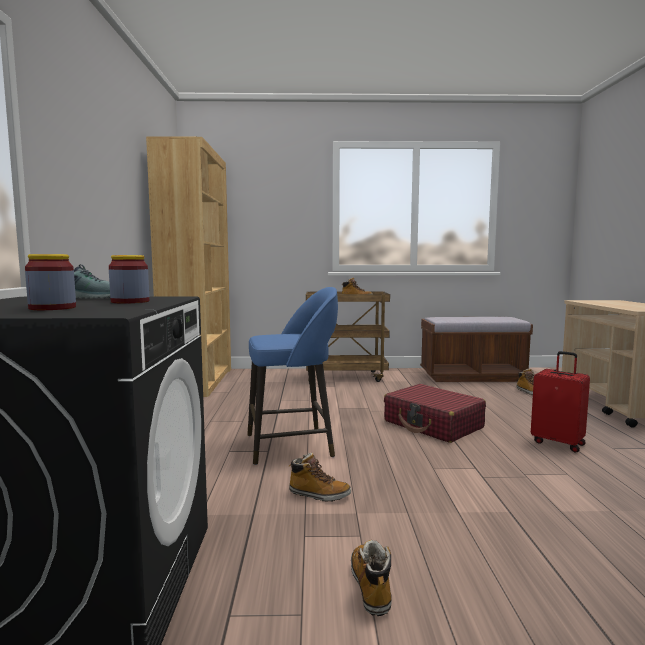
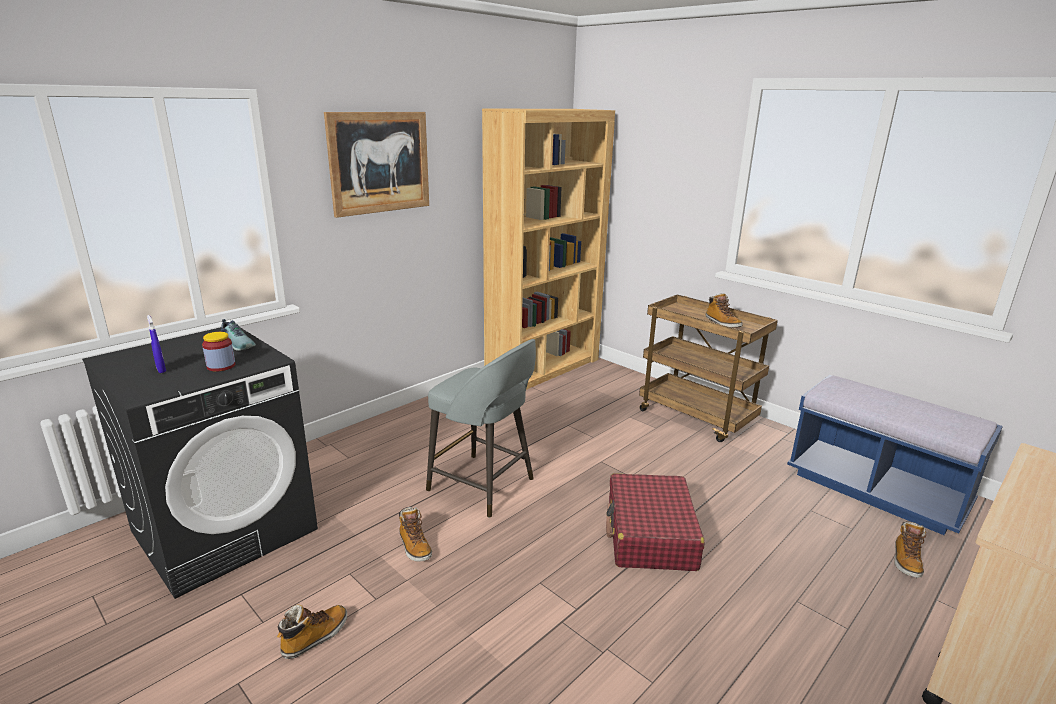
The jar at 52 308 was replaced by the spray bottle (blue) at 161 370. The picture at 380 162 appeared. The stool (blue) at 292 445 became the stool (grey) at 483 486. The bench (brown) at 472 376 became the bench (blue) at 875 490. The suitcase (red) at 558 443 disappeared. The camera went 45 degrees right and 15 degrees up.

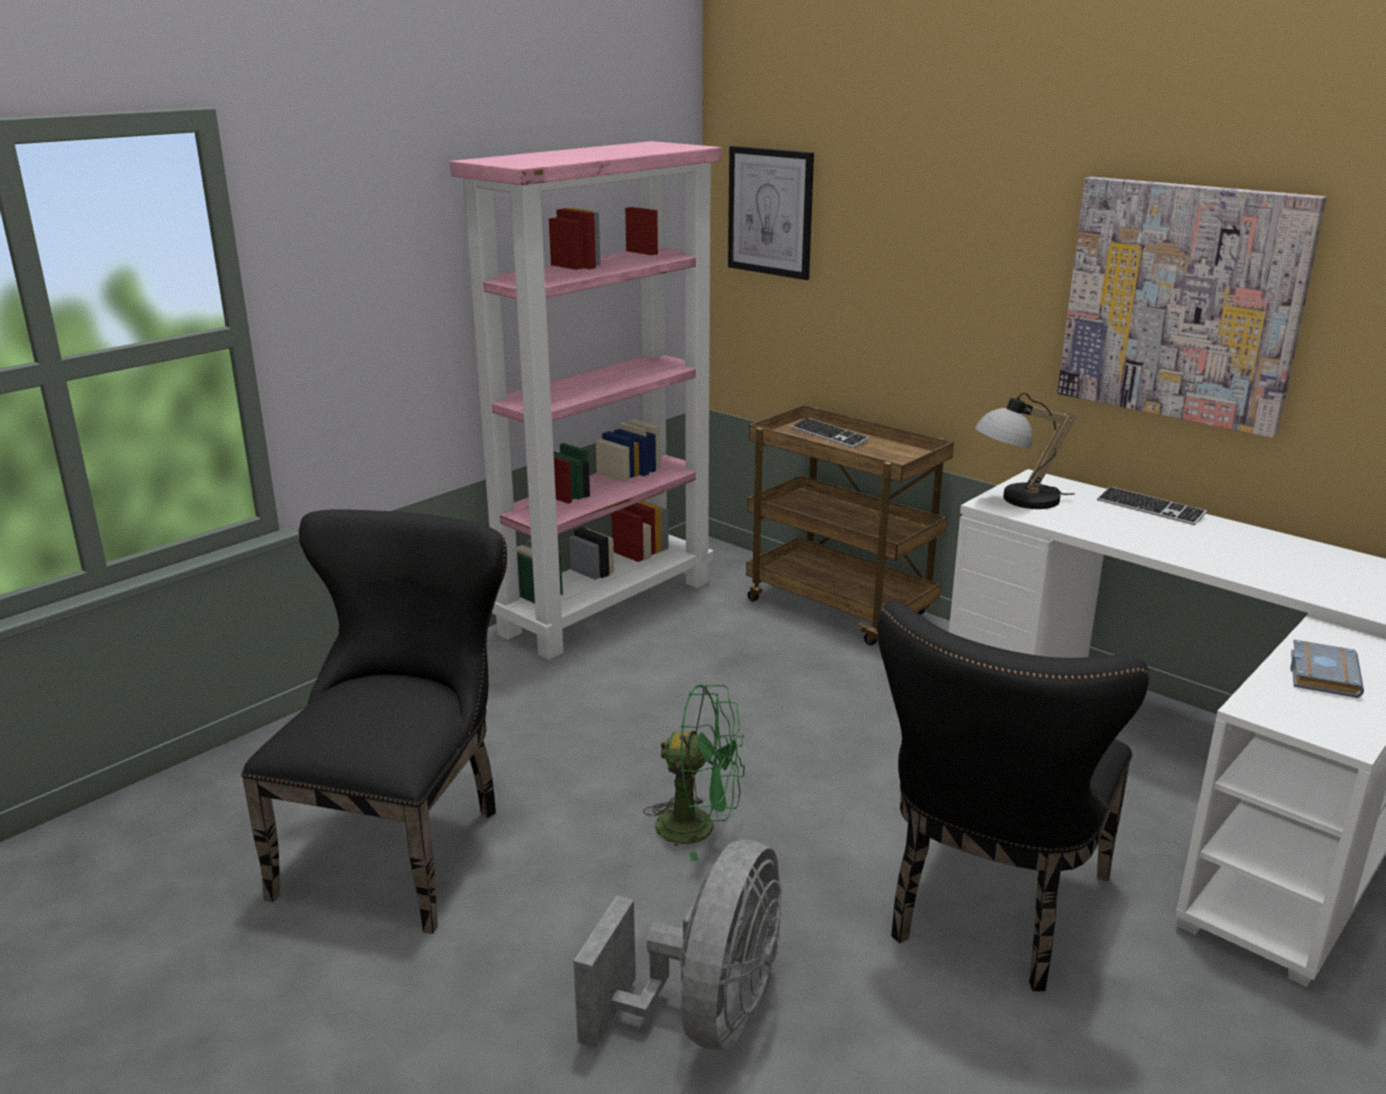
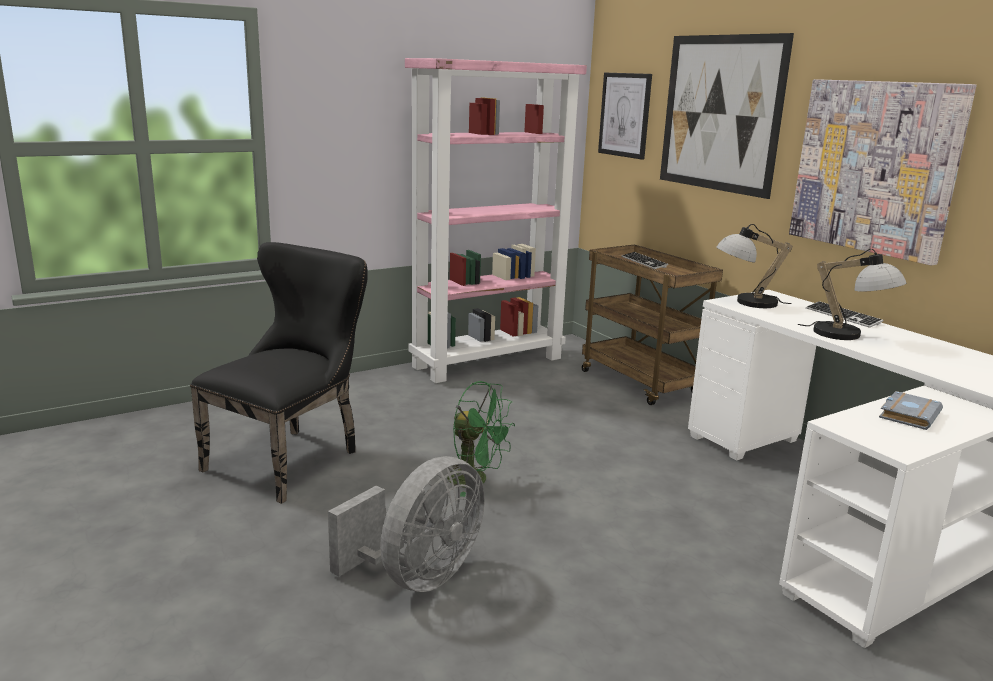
The picture at 720 113 appeared. The table lamp at 849 336 appeared. The chair (black) at 990 913 disappeared. The camera went 15 degrees right and 5 degrees down.

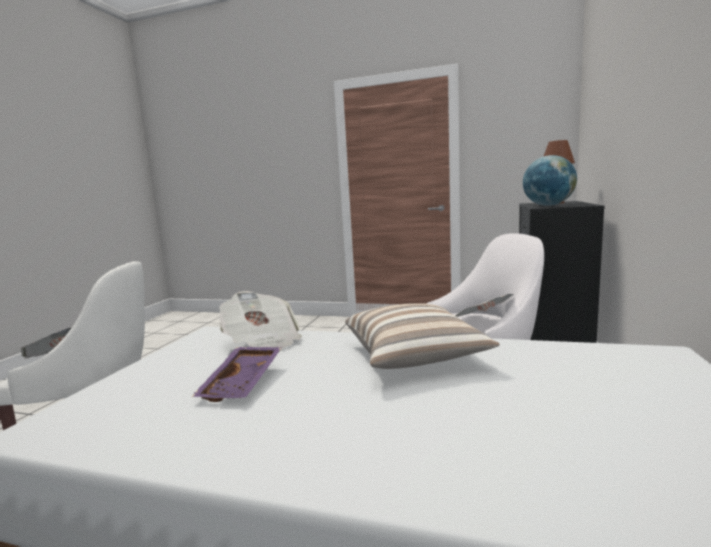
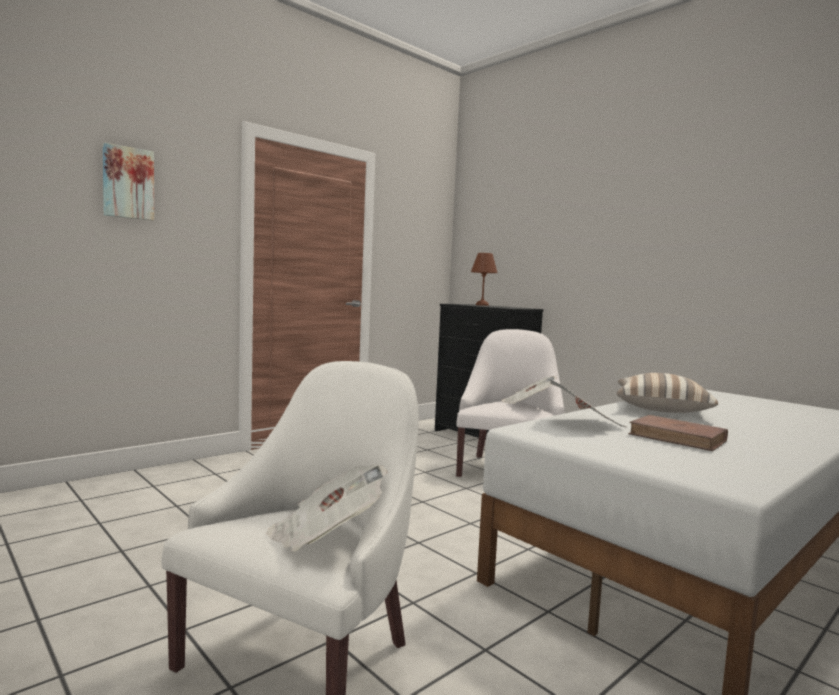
The picture at 128 183 appeared. The tray (purple) at 243 383 was replaced by the book (brown) at 677 438. The globe at 548 205 disappeared. The camera went 60 degrees left and 5 degrees down.

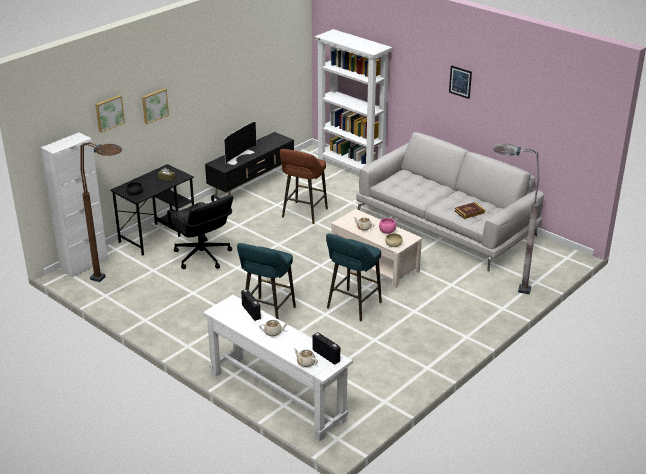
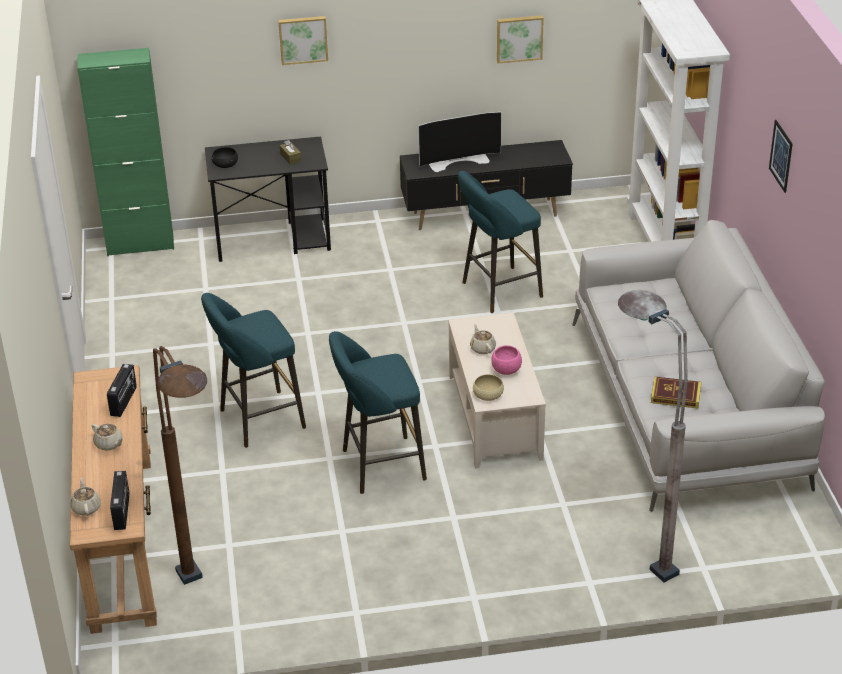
The console table (white) at 277 396 became the console table (brown) at 122 542. The cabinet (white) at 84 265 became the cabinet (green) at 140 244. The floor lamp (brown) moved from 117 283 to 206 603. The stool (brown) at 303 214 became the stool (turquoise) at 497 291. The picture moved from 109 113 to 519 38. The office chair (black) at 202 256 disappeared. The camera went 40 degrees right and 5 degrees up.

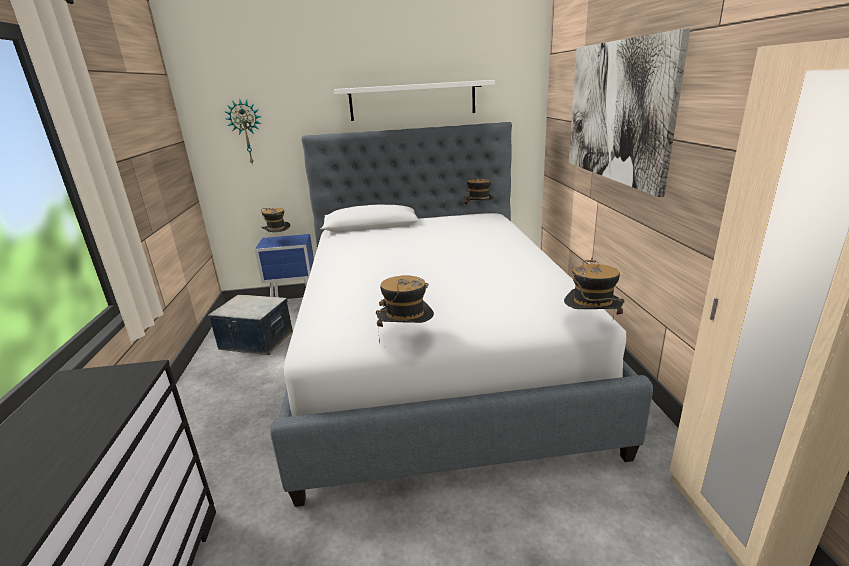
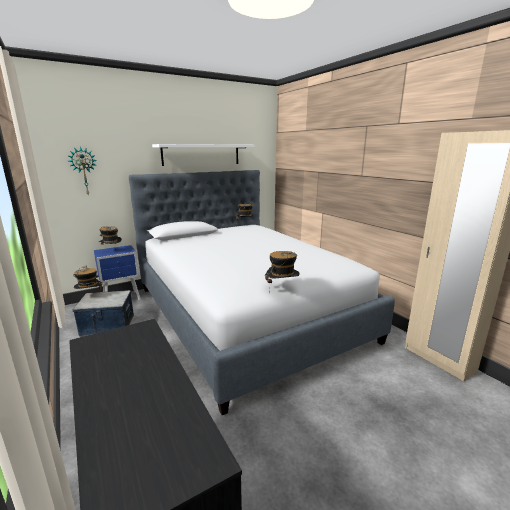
The hat moved from 590 326 to 90 296. The picture at 617 111 disappeared. The camera went 25 degrees left and 5 degrees down.

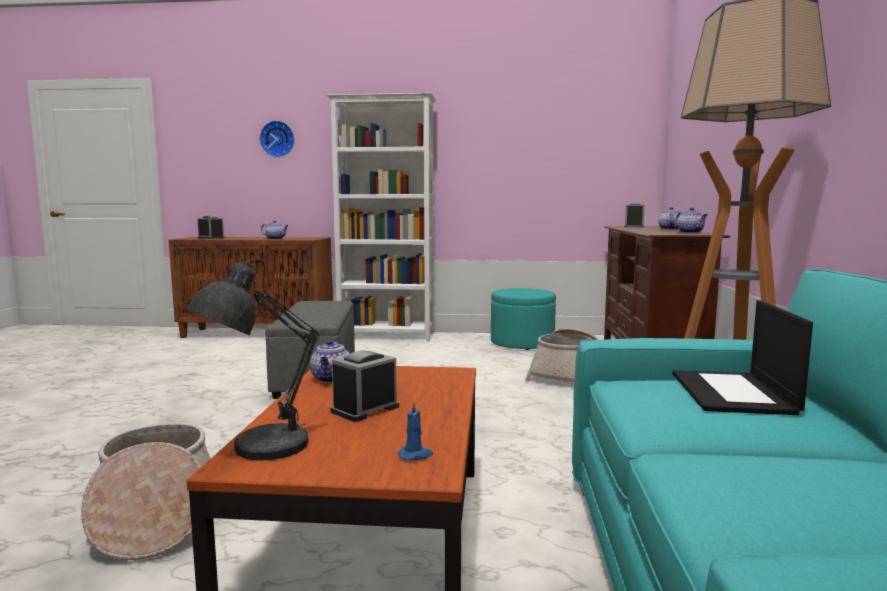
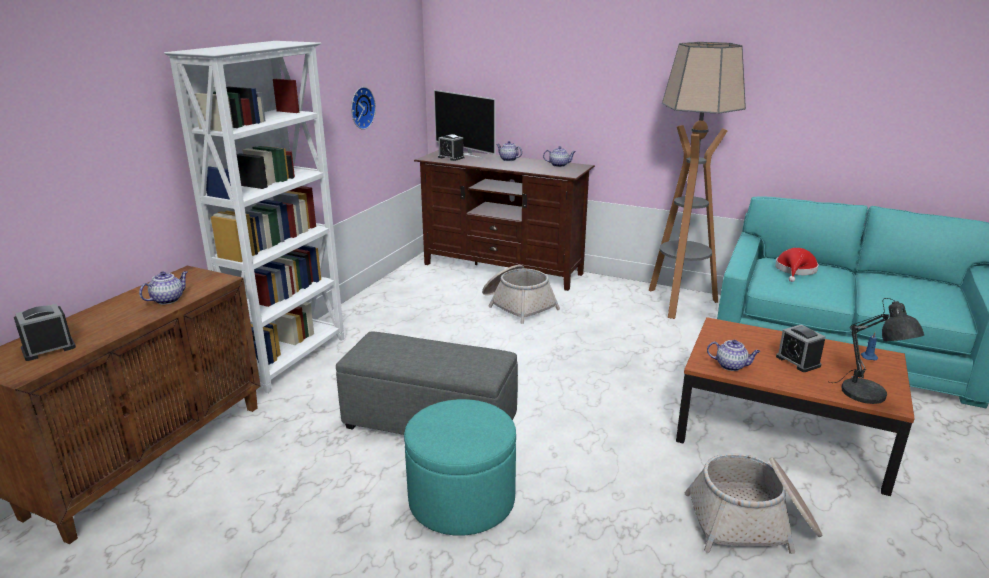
The wall clock moved from 278 139 to 360 108. The ottoman (turquoise) moved from 522 343 to 461 500. The television at 467 154 appeared. The laptop at 733 393 was replaced by the hat (red) at 795 270. The camera went 70 degrees left and 15 degrees up.

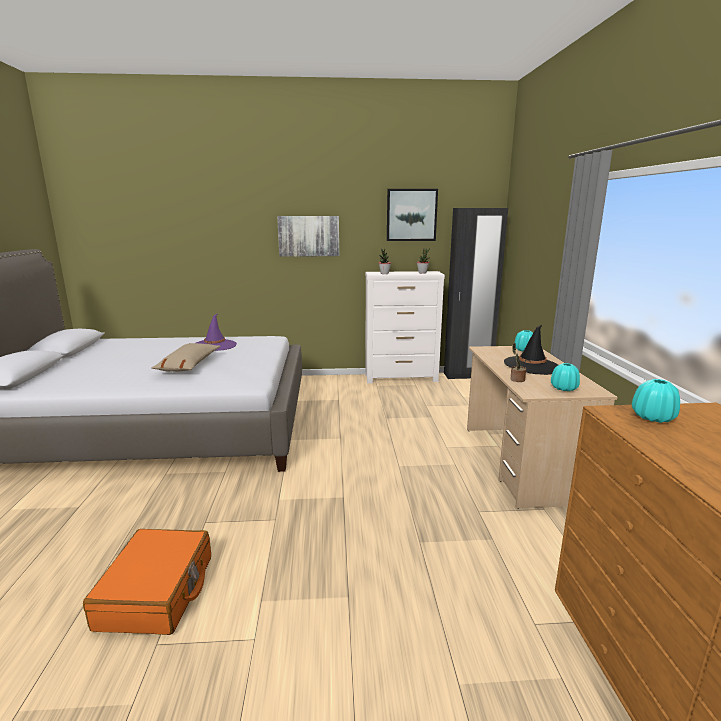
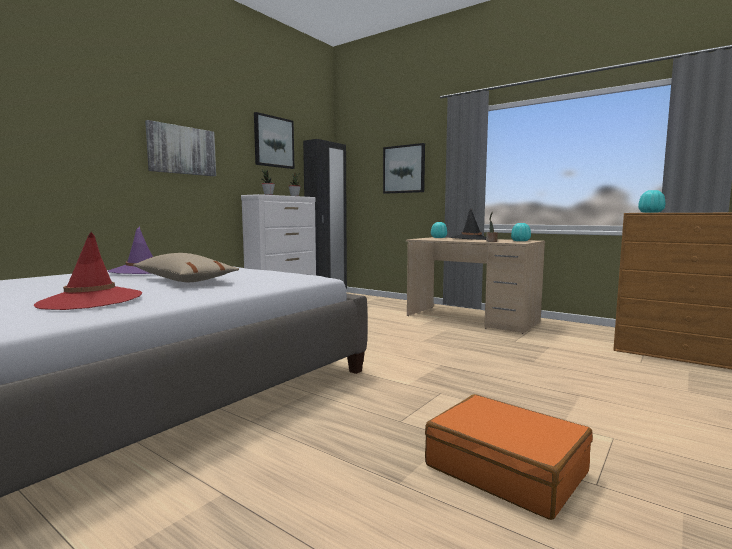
The hat (red) at 91 300 appeared. The picture at 404 169 appeared. The camera went 50 degrees left and 10 degrees down.

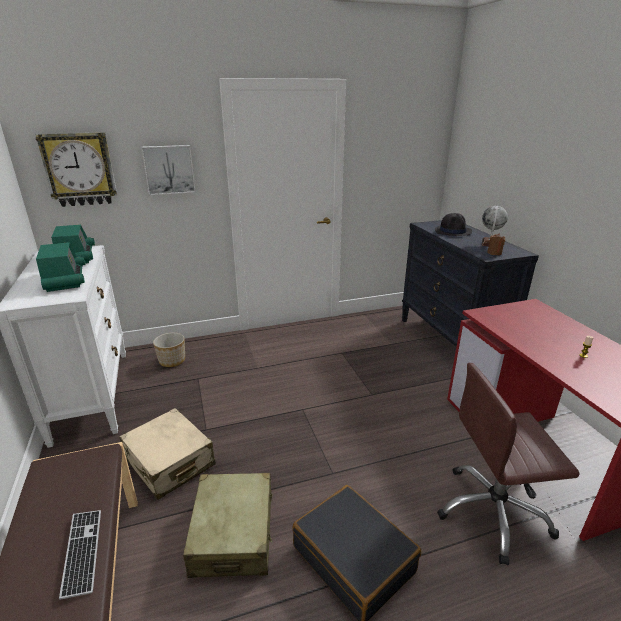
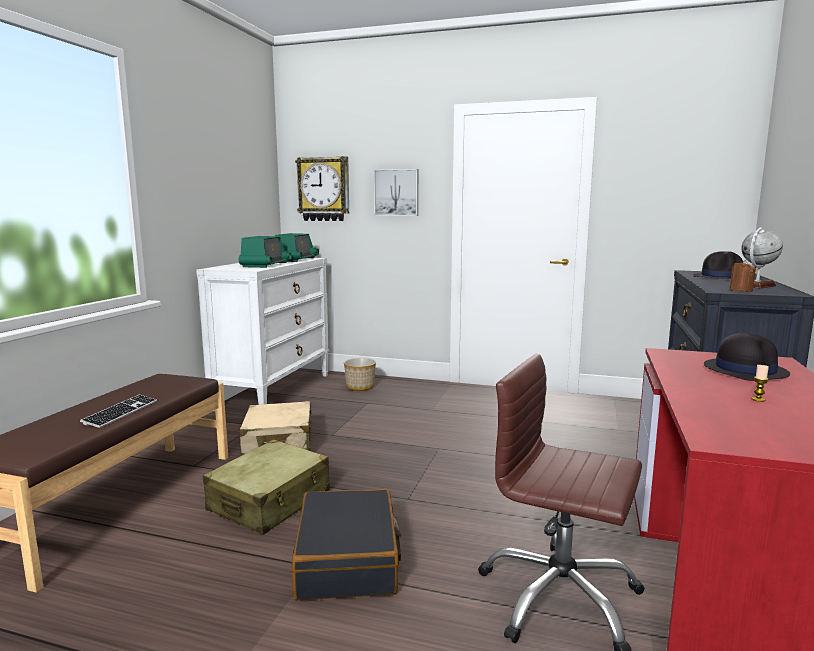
The hat (black) at 745 370 appeared. The camera went 35 degrees right and 15 degrees down.

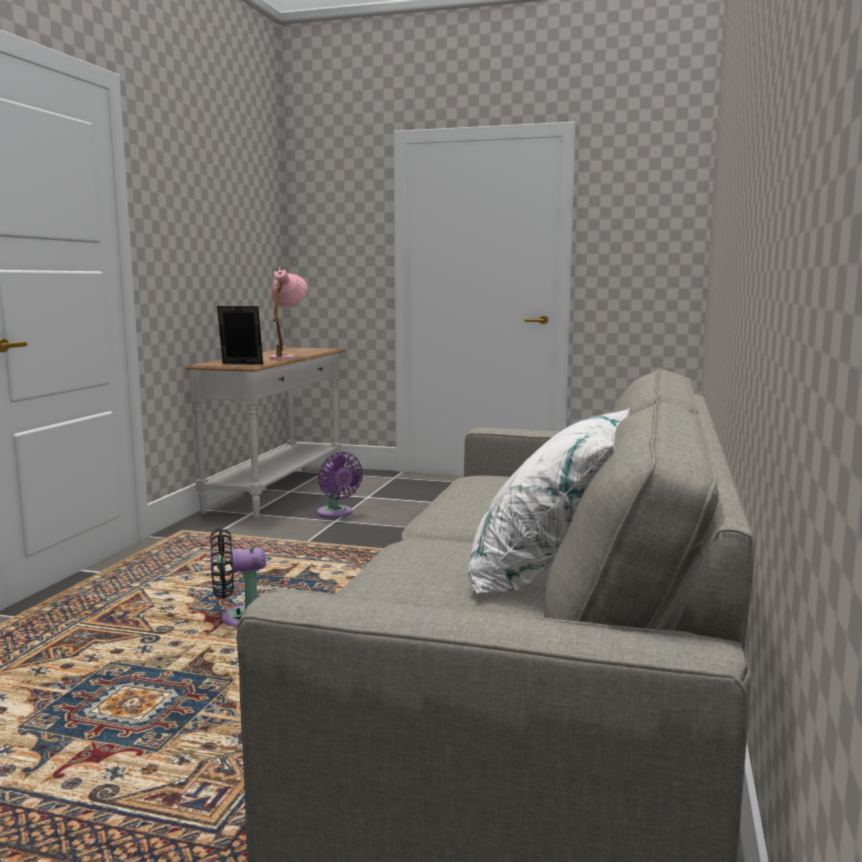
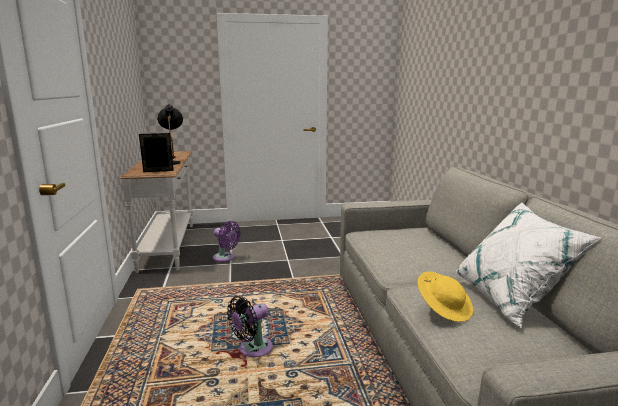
The table lamp (pink) at 286 357 became the table lamp (black) at 173 162. The hat (yellow) at 444 309 appeared. The camera went 25 degrees left and 5 degrees up.

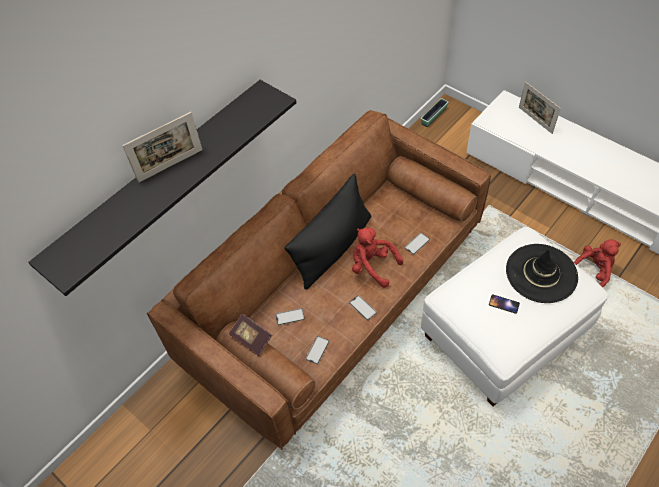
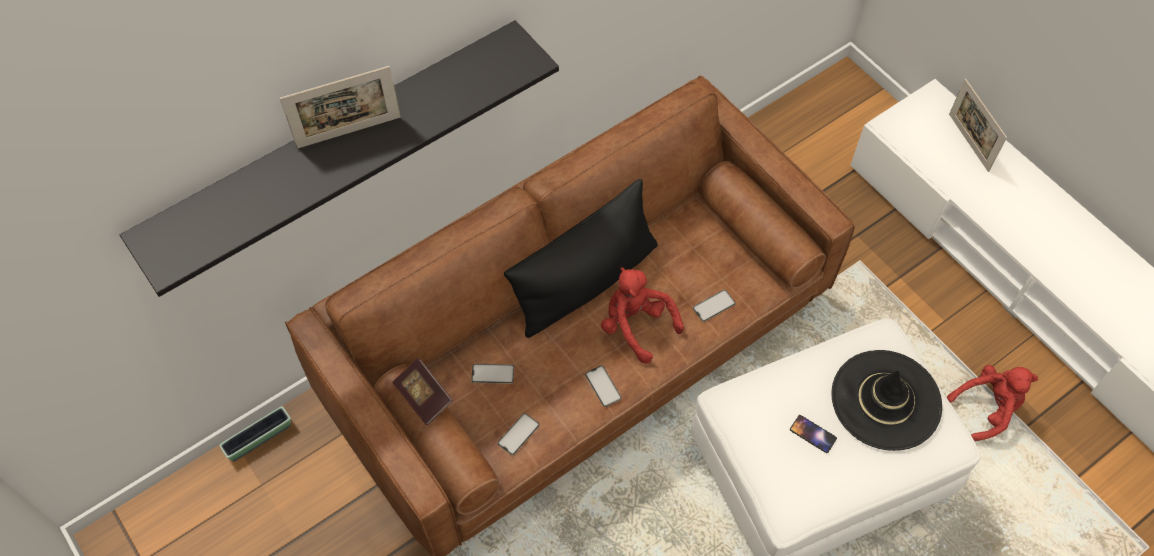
The planter moved from 433 116 to 259 439. The camera went 10 degrees right and 5 degrees up.

